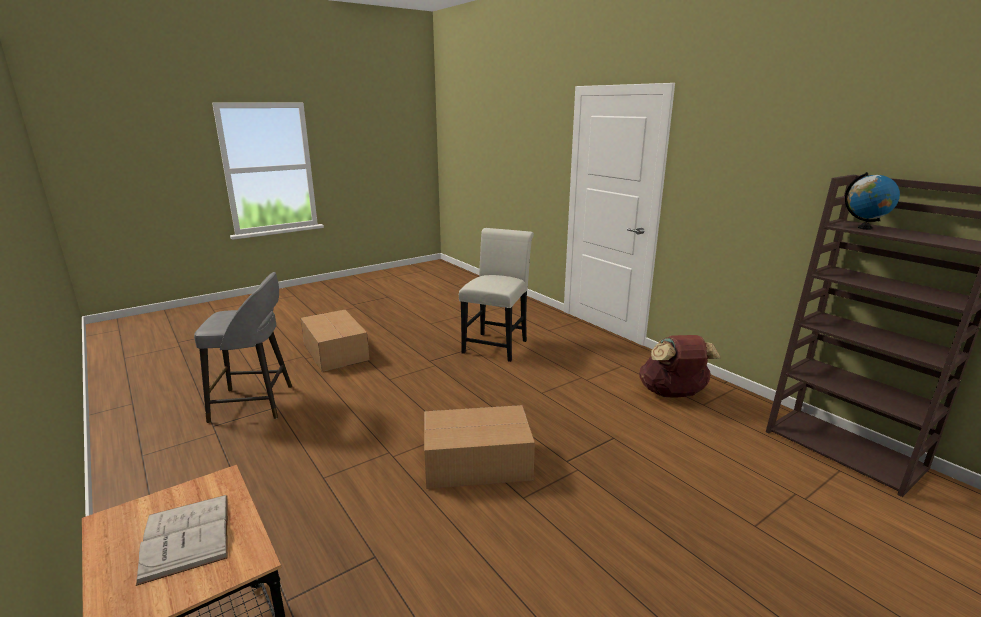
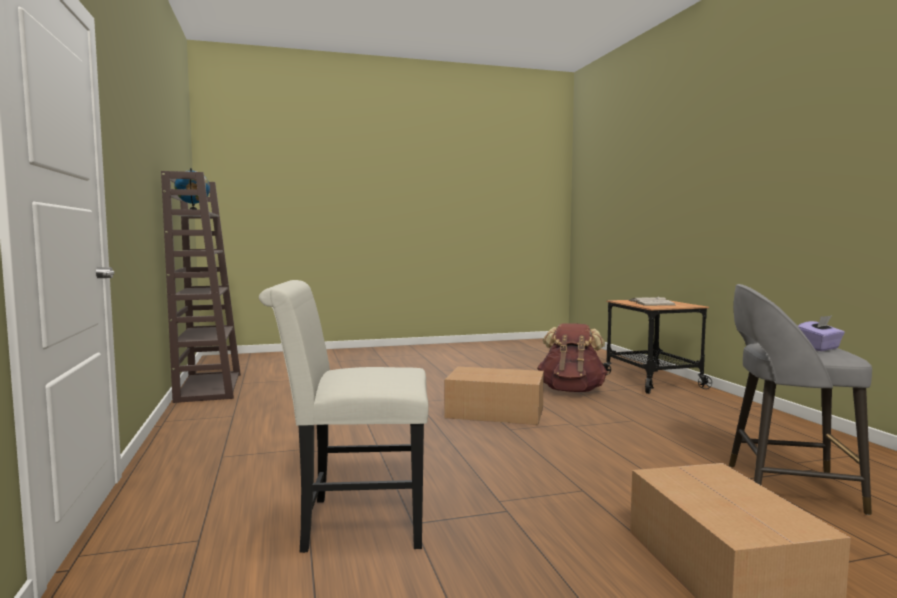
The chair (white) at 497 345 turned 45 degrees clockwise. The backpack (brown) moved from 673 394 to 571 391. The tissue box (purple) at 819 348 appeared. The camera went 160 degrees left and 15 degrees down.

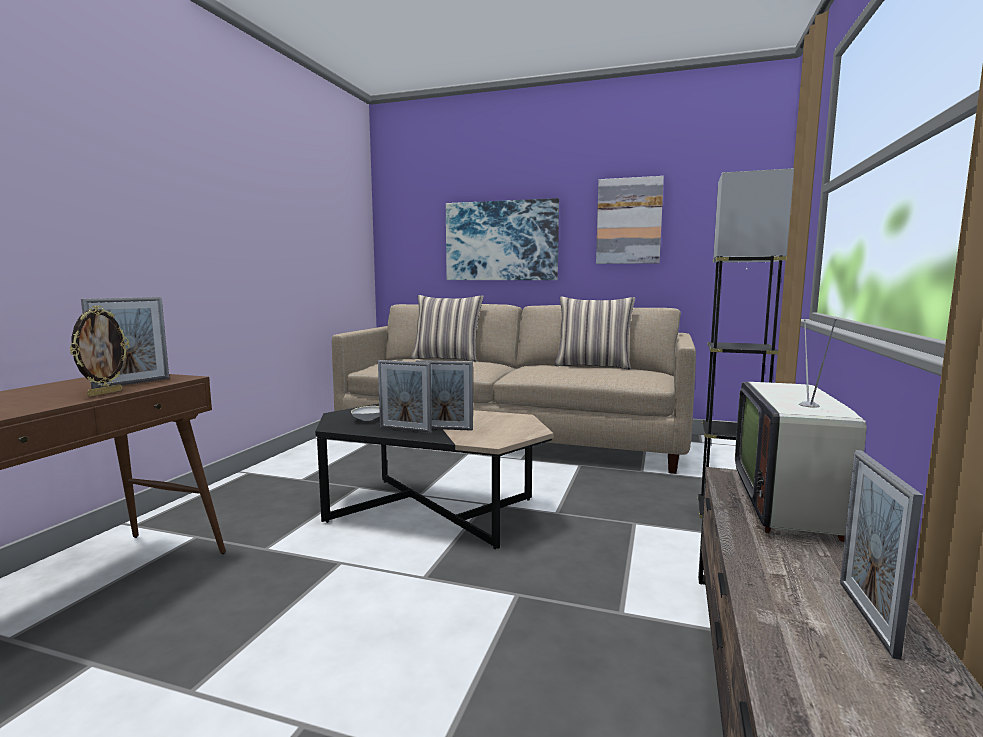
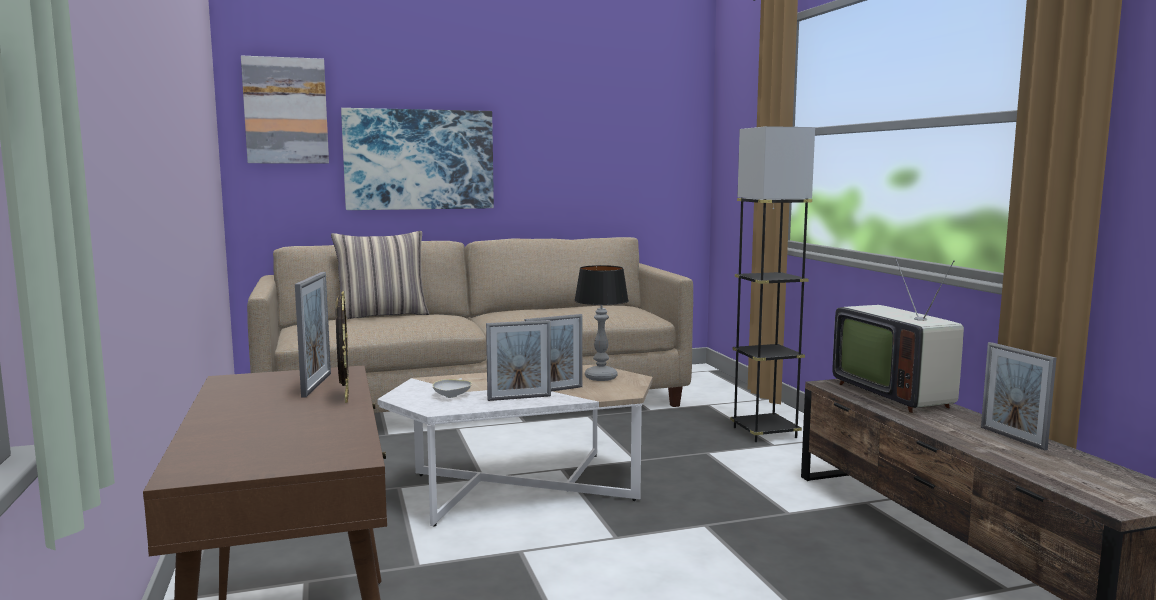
The picture moved from 629 221 to 286 111. The coffee table (black) at 432 510 became the coffee table (white) at 522 487. The table lamp at 601 377 appeared. The pillow at 593 366 disappeared. The camera went 35 degrees left and 0 degrees up.

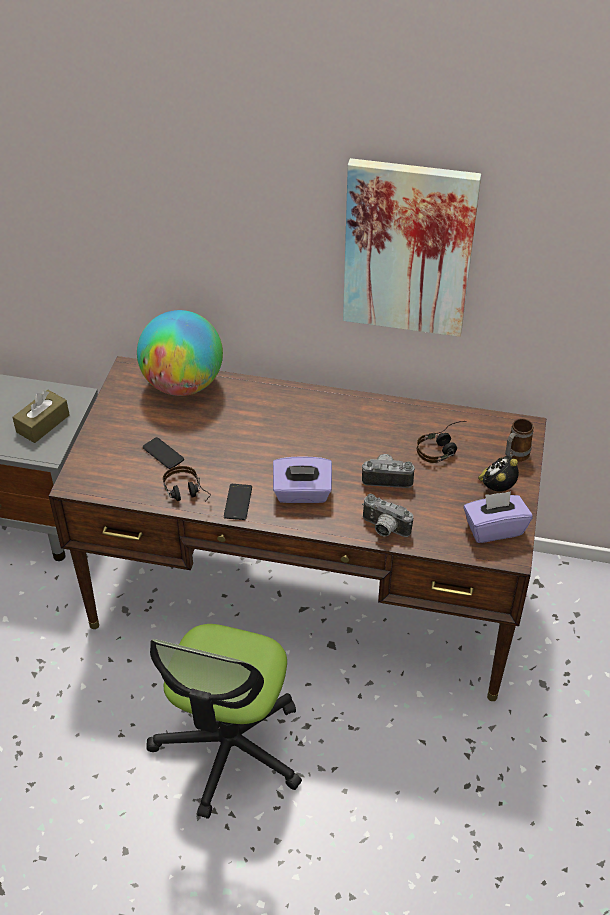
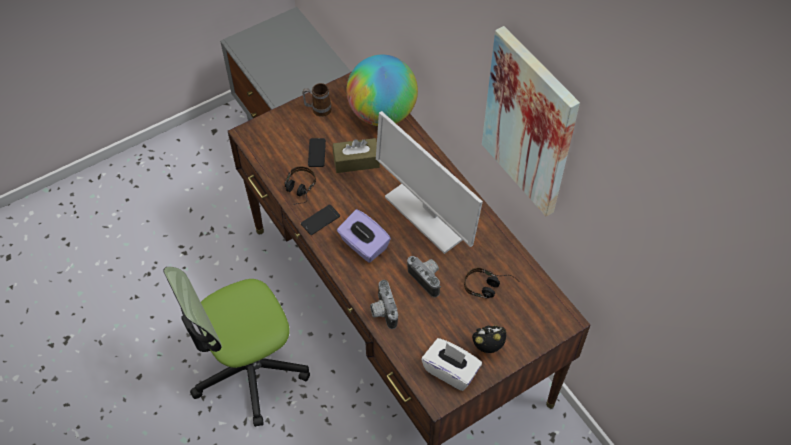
The mug moved from 514 456 to 318 110. The tissue box (brown) moved from 43 423 to 356 161. The monitor at 429 213 appeared. The tissue box (purple) at 494 528 became the tissue box (white) at 451 371. The camera went 45 degrees right and 10 degrees up.

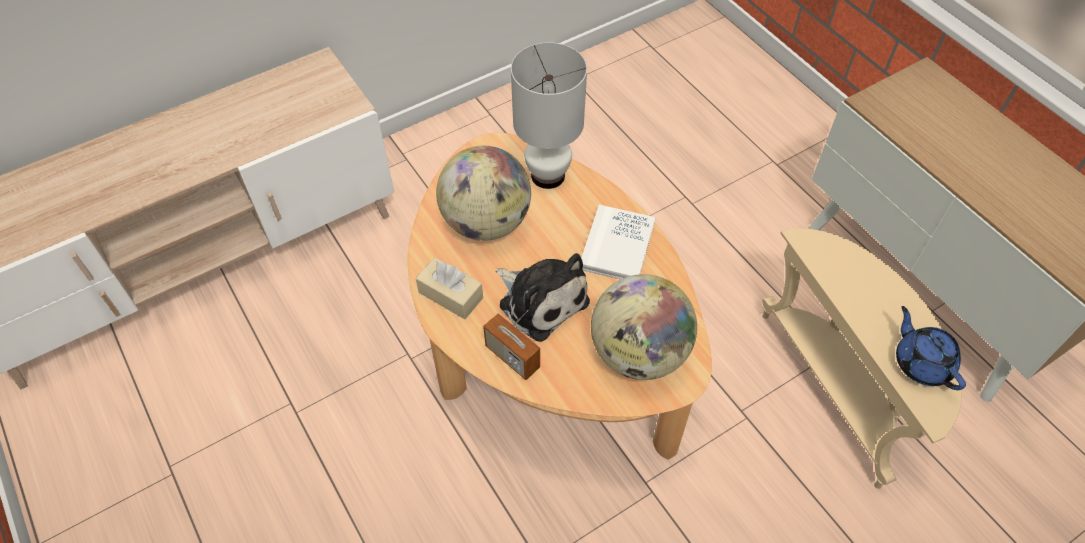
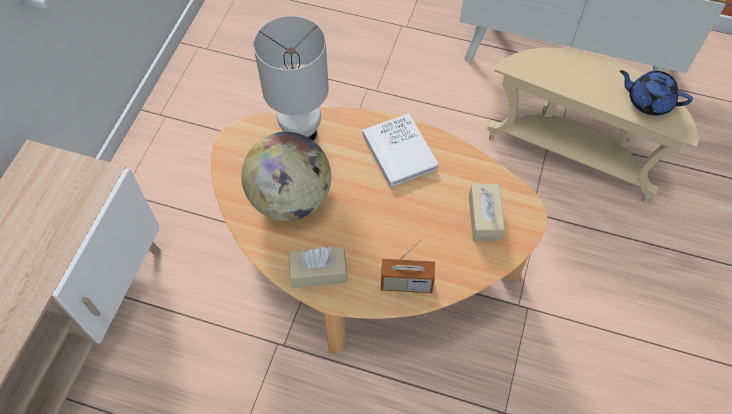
The globe at 638 353 was replaced by the tissue box (beige) at 484 218. The plush toy at 540 300 disappeared. The camera went 40 degrees left and 5 degrees up.

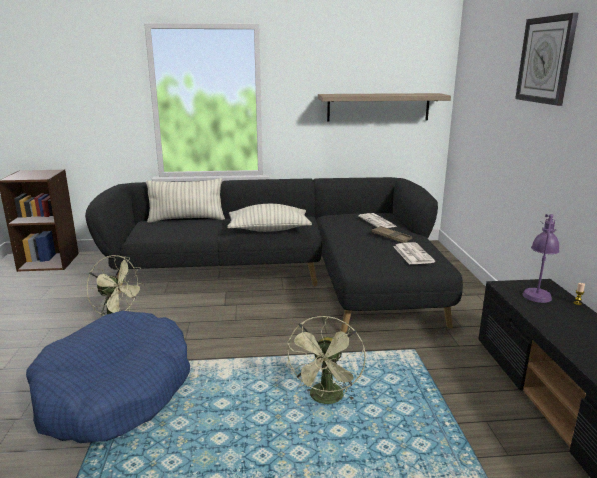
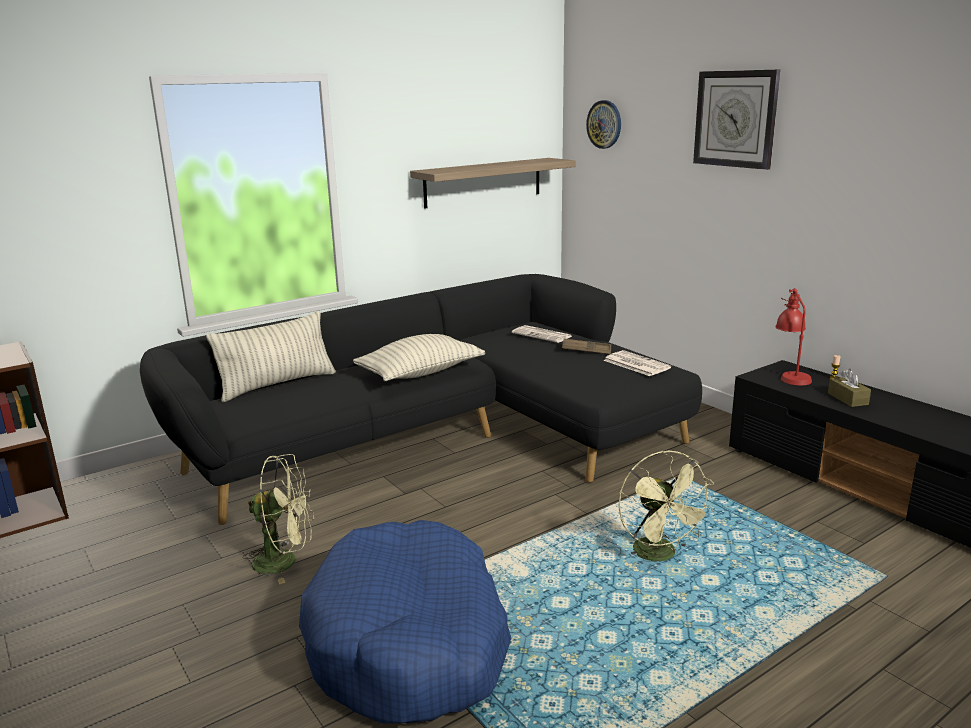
The wall clock at 604 124 appeared. The table lamp (purple) at 537 291 became the table lamp (red) at 790 375. The tissue box (brown) at 847 399 appeared. The camera went 30 degrees left and 0 degrees up.

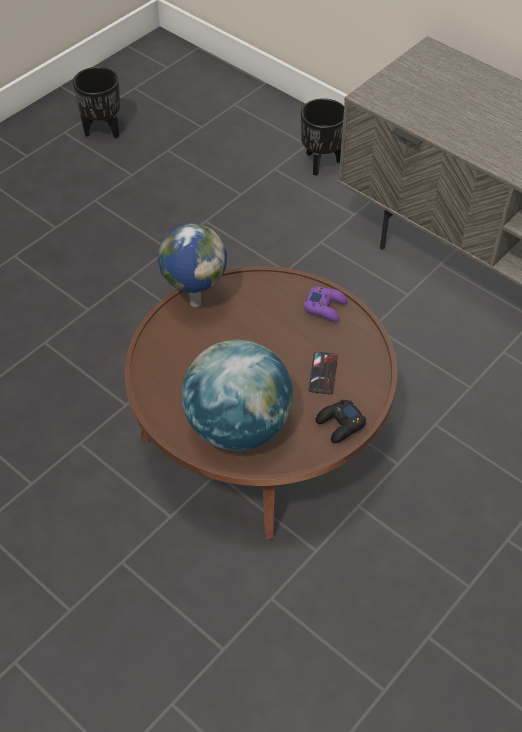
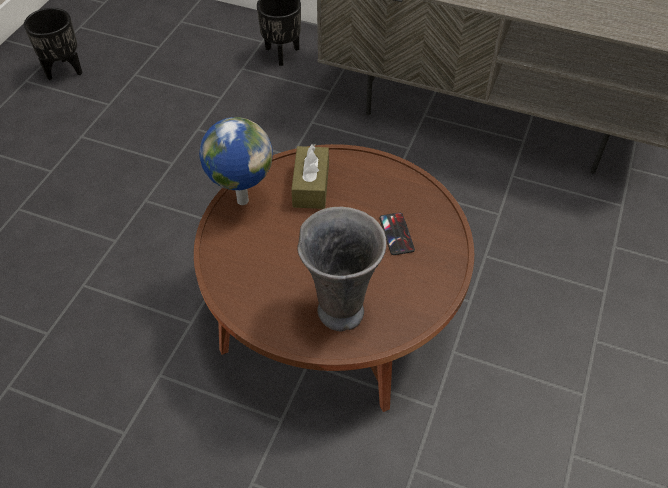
The tissue box (brown) at 311 186 appeared. The globe at 238 426 was replaced by the vase (grey) at 340 309. The game controller (purple) at 325 307 disappeared. The game controller (black) at 340 424 disappeared. The camera went 20 degrees left and 0 degrees up.

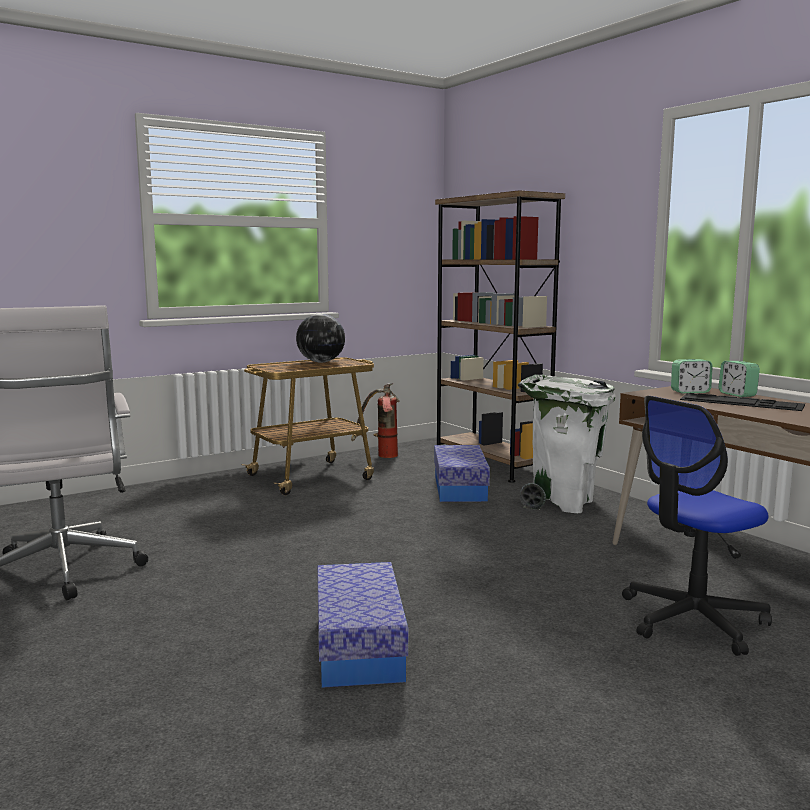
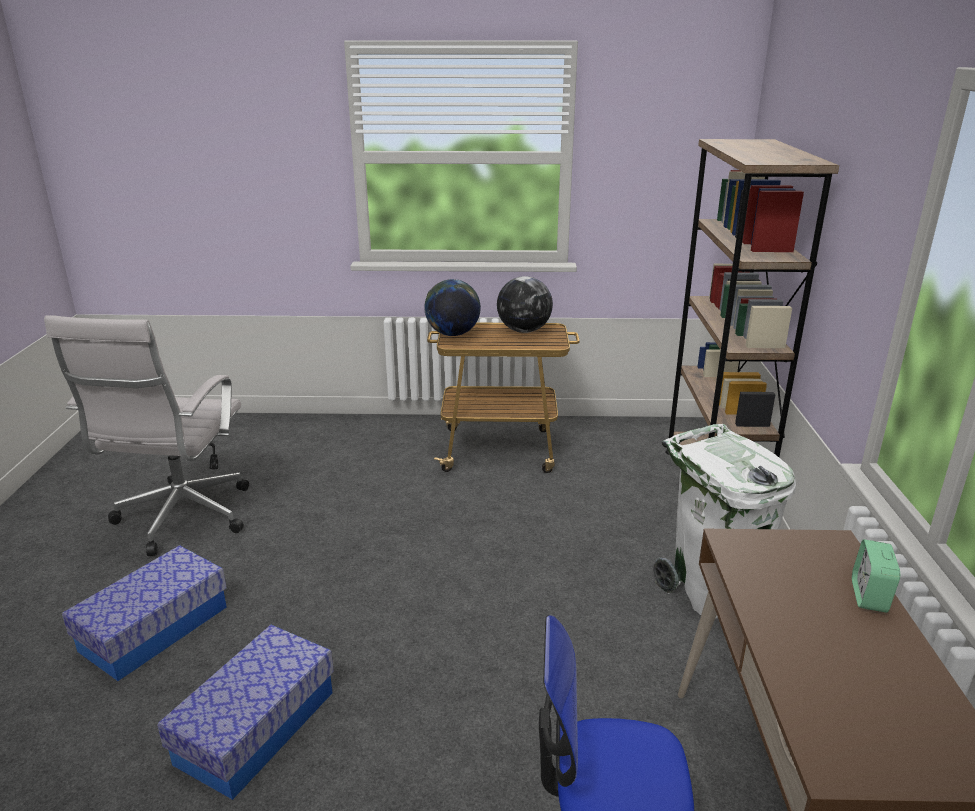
The storage box moved from 459 488 to 155 628. The globe at 453 334 appeared. The fire extinguisher at 381 456 disappeared. The alarm clock at 690 392 disappeared. The keyboard at 741 403 disappeared. The camera went 35 degrees right and 15 degrees up.

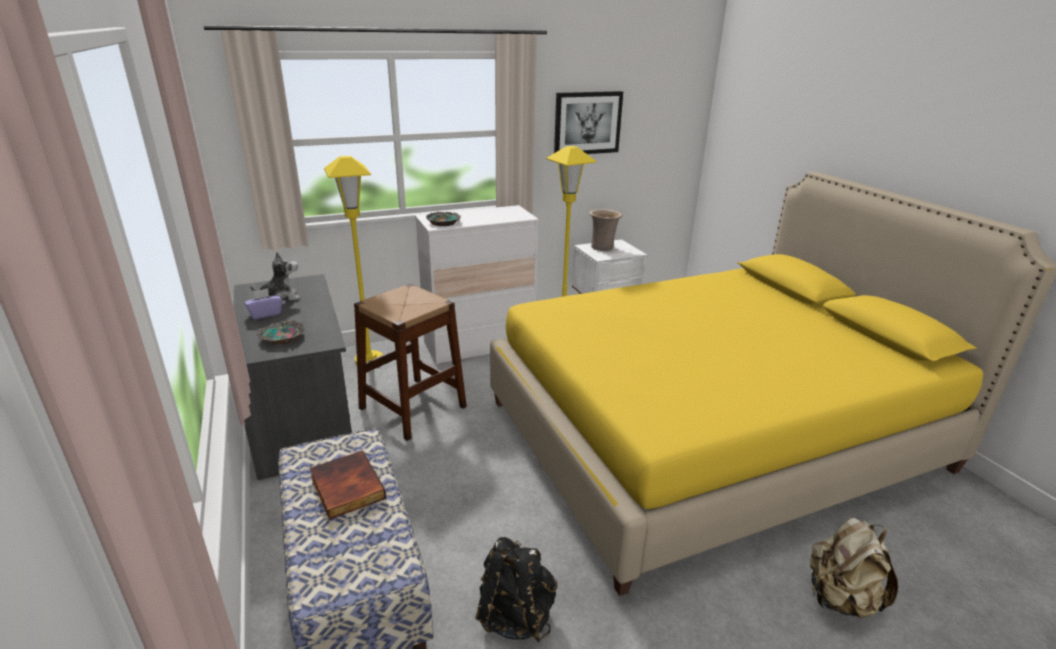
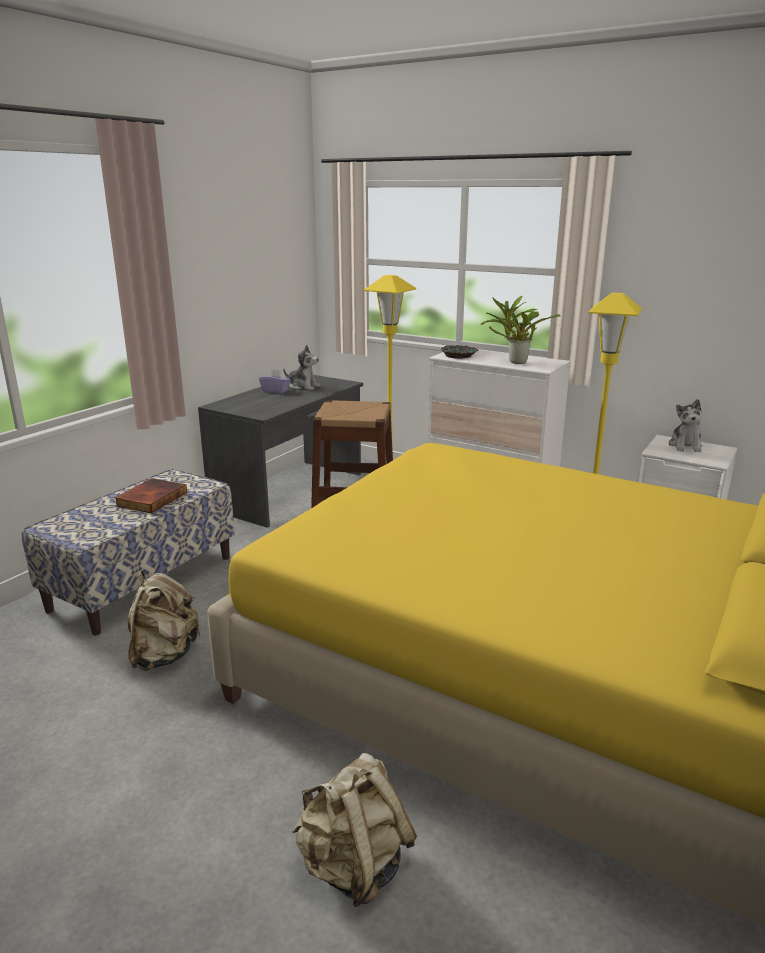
The backpack (black) at 515 614 became the backpack (beige) at 164 655. The potted plant at 515 362 appeared. The vase (beige) at 603 247 was replaced by the plush toy at 685 446. The bowl at 282 337 disappeared. The picture at 587 123 disappeared. The camera went 55 degrees right and 5 degrees down.

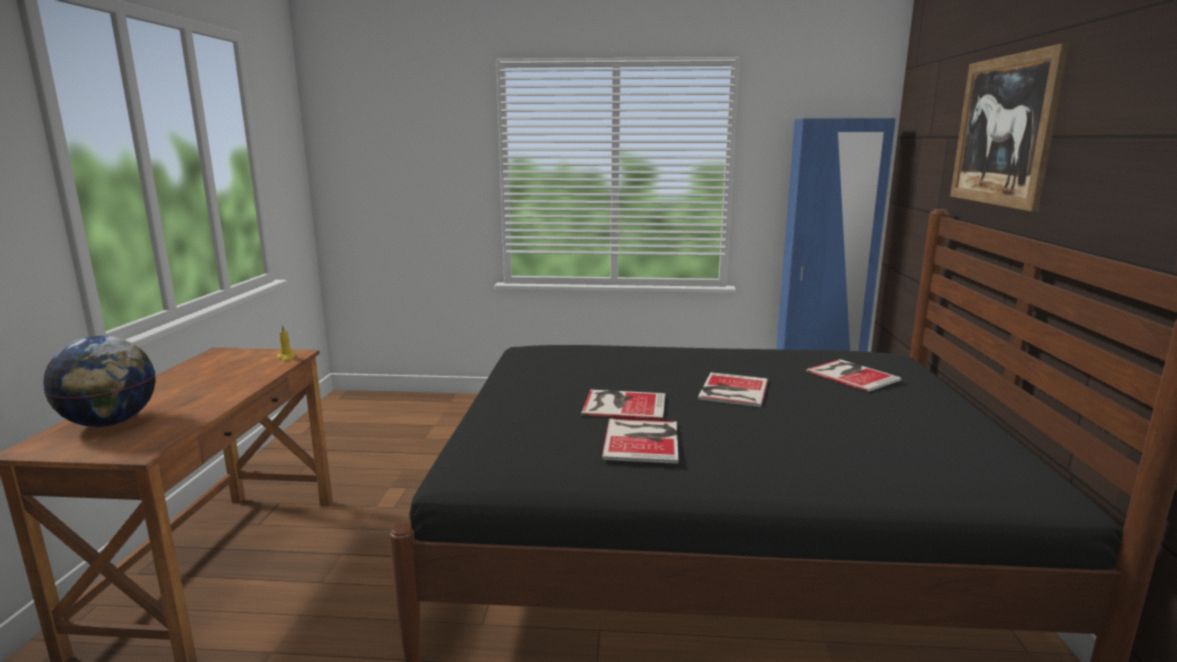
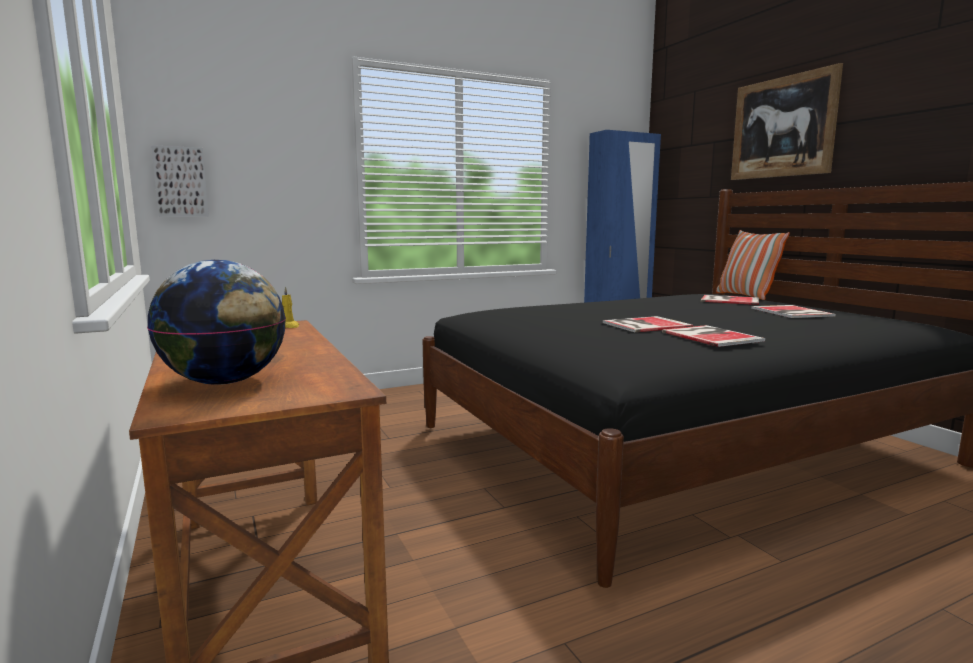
The picture at 181 182 appeared. The pillow at 746 296 appeared. The book moved from 731 390 to 791 312. The camera went 30 degrees left and 5 degrees down.

